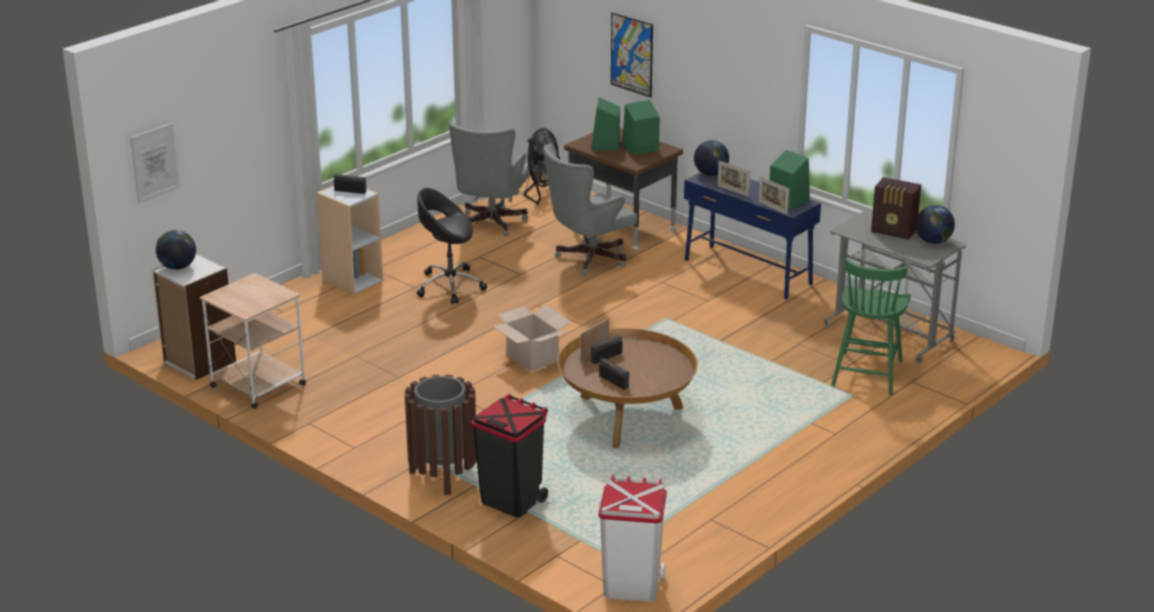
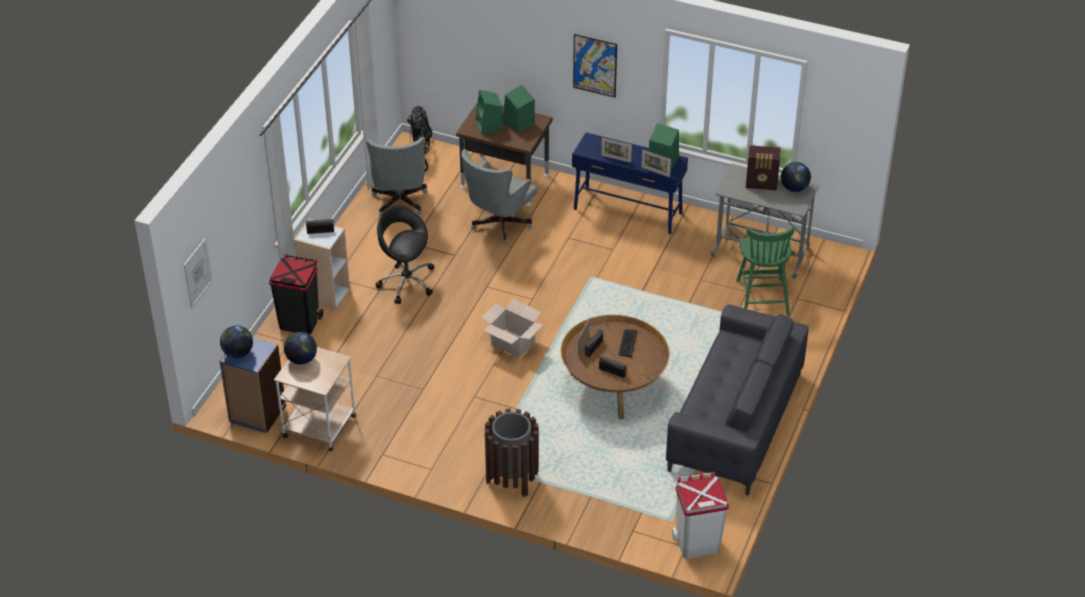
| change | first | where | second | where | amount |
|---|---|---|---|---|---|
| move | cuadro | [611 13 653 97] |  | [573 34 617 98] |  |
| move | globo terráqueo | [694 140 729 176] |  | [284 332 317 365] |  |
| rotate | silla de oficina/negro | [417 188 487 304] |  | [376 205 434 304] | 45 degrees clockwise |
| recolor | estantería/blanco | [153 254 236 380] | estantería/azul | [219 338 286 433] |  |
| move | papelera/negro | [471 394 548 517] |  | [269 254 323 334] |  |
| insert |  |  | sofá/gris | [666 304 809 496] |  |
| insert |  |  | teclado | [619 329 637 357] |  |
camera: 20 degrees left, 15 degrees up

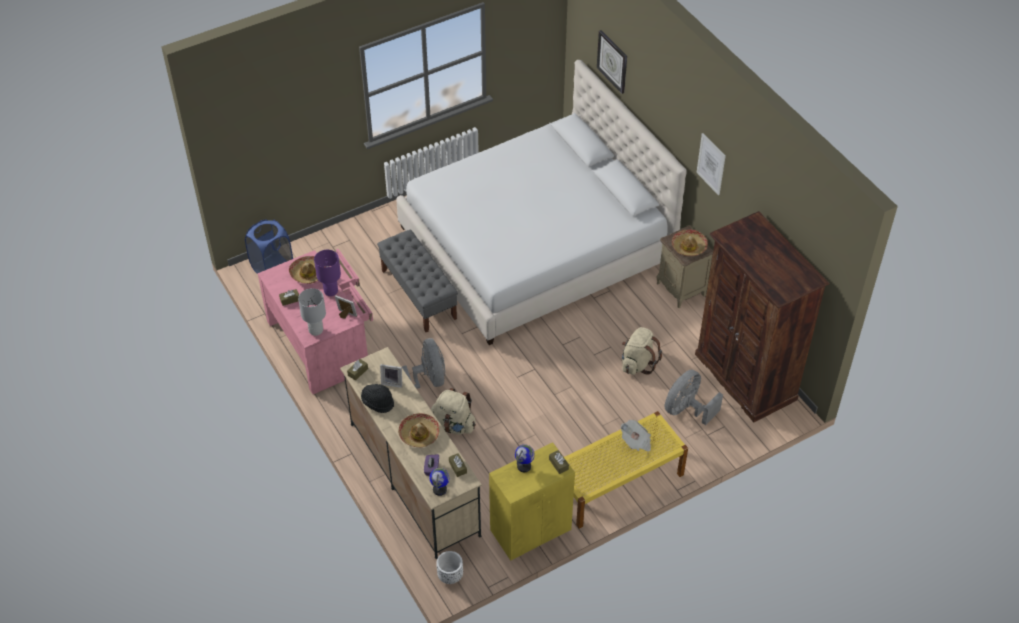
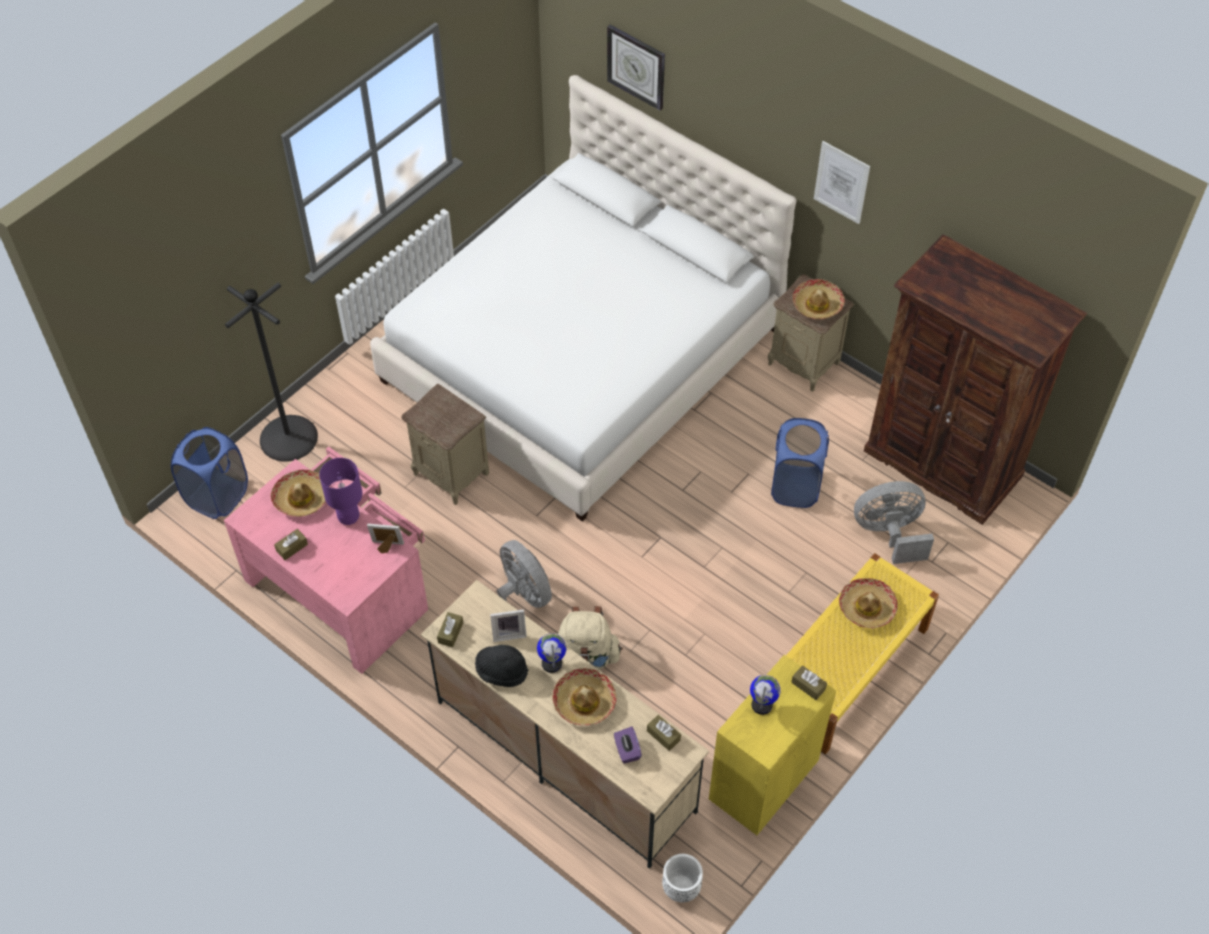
| change | first | where | second | where | amount |
|---|---|---|---|---|---|
| replace | banco/gris | [377 230 458 332] | mesita de noche/beis | [401 384 489 505] |  |
| delete | lámpara de mesa/gris | [298 288 326 336] |  |  |  |
| replace | mochila/beis | [622 327 662 375] | cesto de la ropa/azul | [771 418 829 508] |  |
| rotate | ventilador/gris | [665 370 723 425] |  | [854 481 934 564] | 60 degrees clockwise |
| replace | periódico | [621 420 651 451] | sombrero | [839 578 898 628] |  |
| move | globo terráqueo | [430 468 449 496] |  | [537 633 566 673] |  |
| insert |  |  | perchero/negro | [225 283 318 462] |  |
camera: 20 degrees left, 5 degrees up

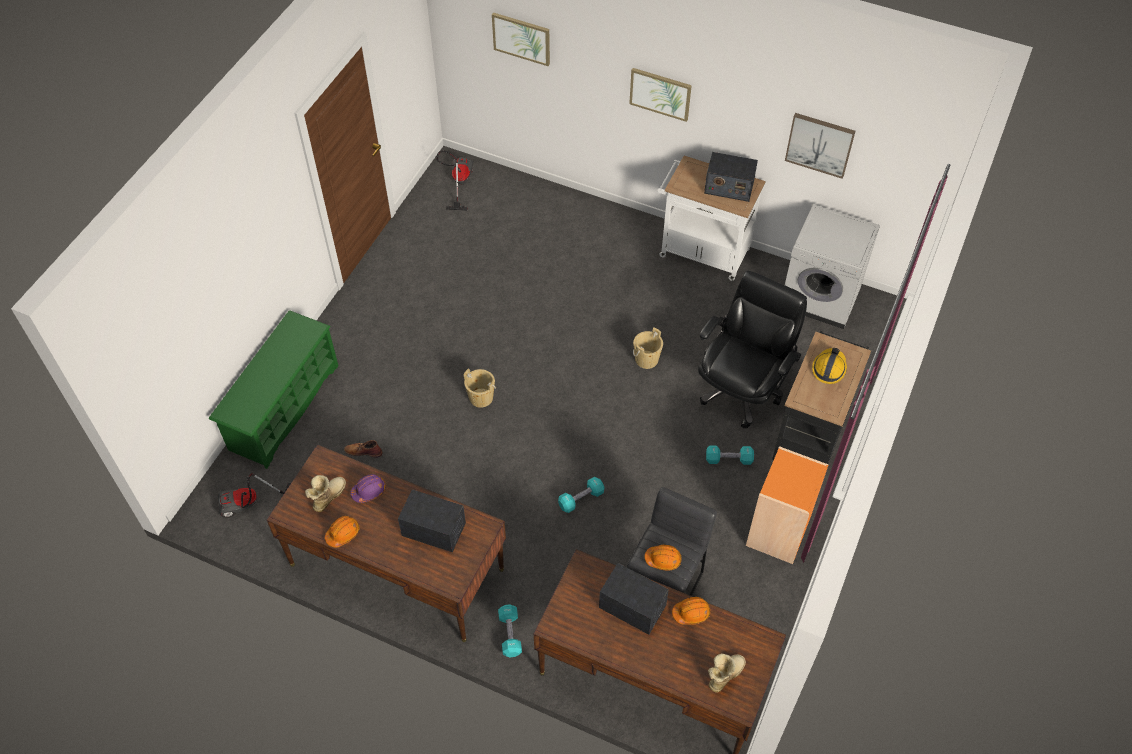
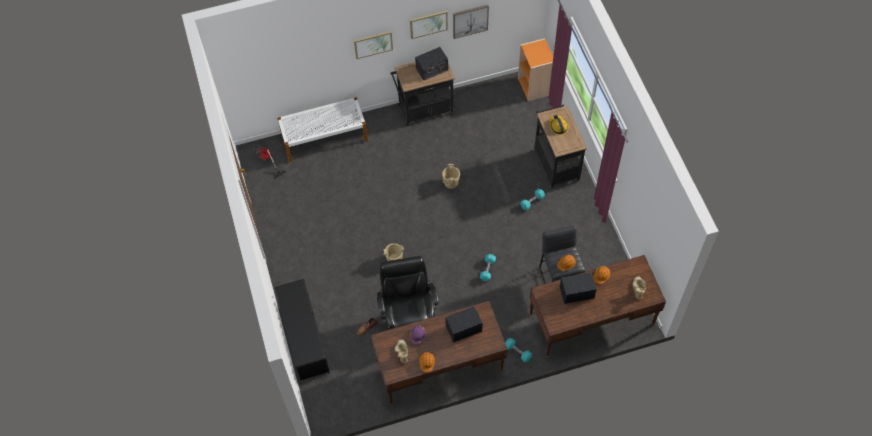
| change | first | where | second | where | amount |
|---|---|---|---|---|---|
| move | cuadro | [492 12 550 66] |  | [410 10 448 39] |  |
| recolor | carrito/blanco | [657 156 766 281] | carrito/negro | [390 62 455 126] |  |
| delete | lavadora/blanco | [785 204 880 329] |  |  |  |
| move | silla de oficina/negro | [698 271 807 429] |  | [377 256 439 330] |  |
| recolor | zapatero/verde | [209 310 339 469] | zapatero/negro | [275 279 330 380] |  |
| move | estantería/naranja | [746 446 829 564] |  | [518 38 553 101] |  |
| delete | aspiradora | [218 473 292 518] |  |  |  |
| insert |  |  | banco/blanco | [277 97 368 163] |  |
camera: 40 degrees left, 5 degrees up

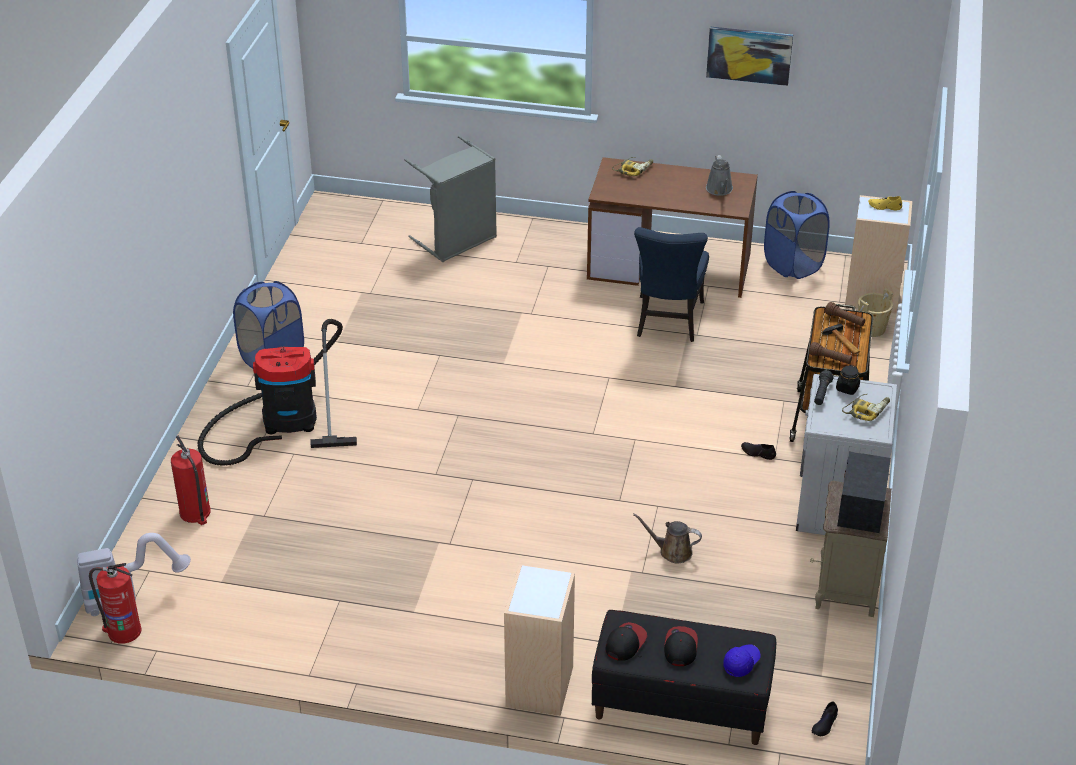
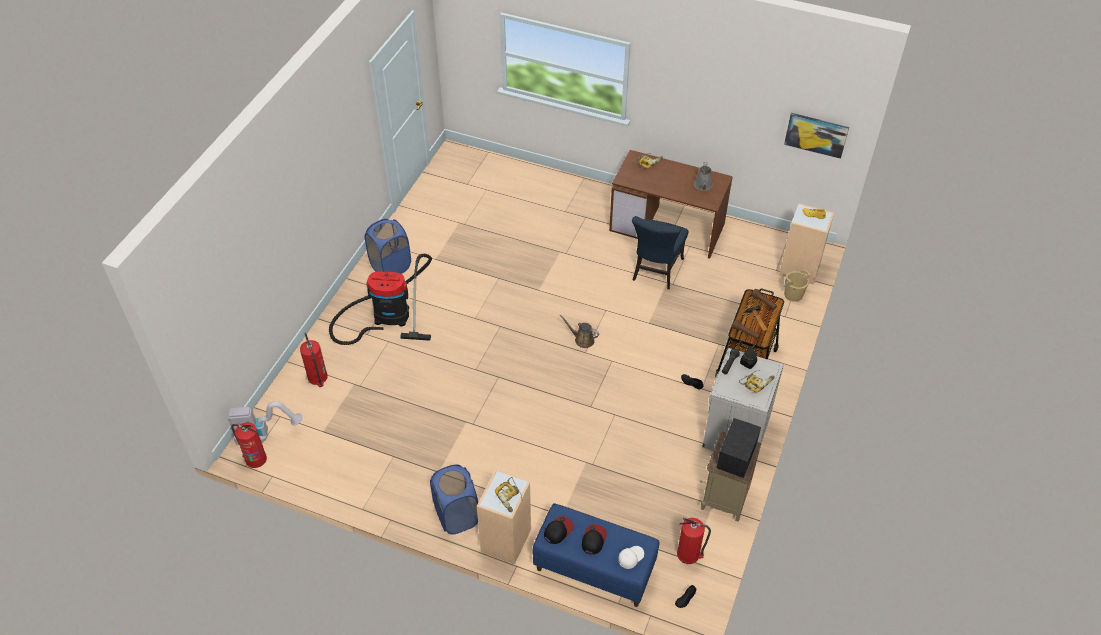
| change | first | where | second | where | amount |
|---|---|---|---|---|---|
| move | cuadro | [706 26 793 86] |  | [784 113 849 159] |  |
| delete | cesto de la ropa/gris | [404 136 497 262] |  |  |  |
| move | cesto de la ropa/azul | [764 191 830 279] |  | [430 464 478 535] |  |
| move | regadera/marrón | [633 513 702 563] |  | [560 315 599 348] |  |
| recolor | banco/negro | [592 610 776 745] | banco/azul | [533 504 659 607] |  |
| recolor | gorra/azul | [723 644 760 677] | gorra/blanco | [618 546 644 569] |  |
| insert |  |  | taladro | [495 477 522 512] |  |
| insert |  |  | extintor | [677 518 711 564] |  |
camera: 10 degrees right, 10 degrees up

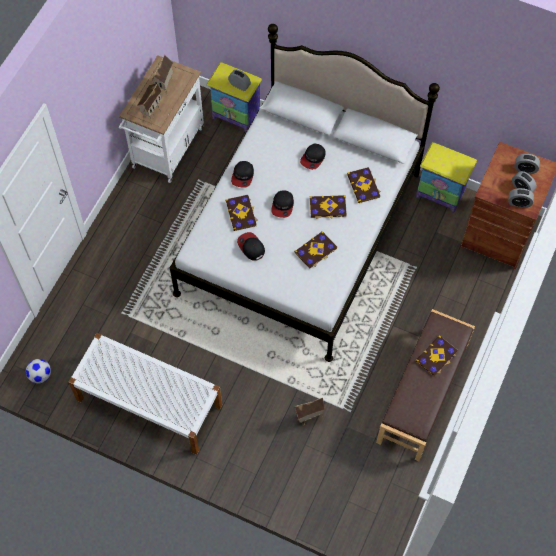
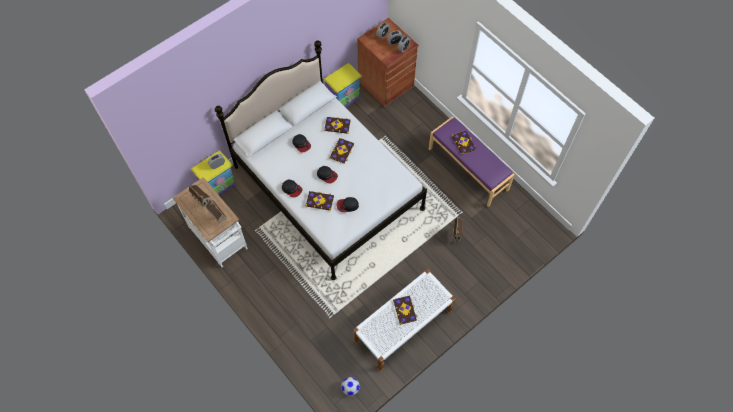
| change | first | where | second | where | amount |
|---|---|---|---|---|---|
| move | libro | [294 231 337 269] |  | [393 295 417 325] |  |
| recolor | banco/marrón | [376 309 475 461] | banco/morado | [429 116 515 207] |  |
camera: 65 degrees left, 0 degrees up

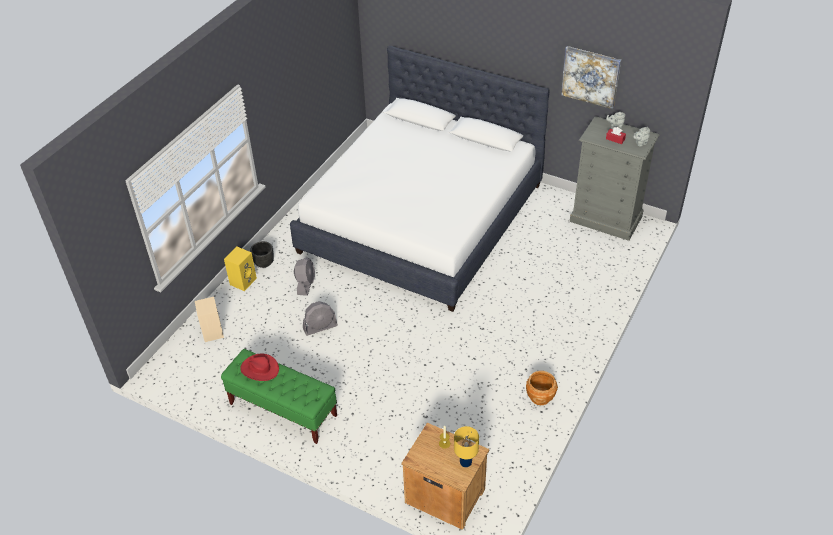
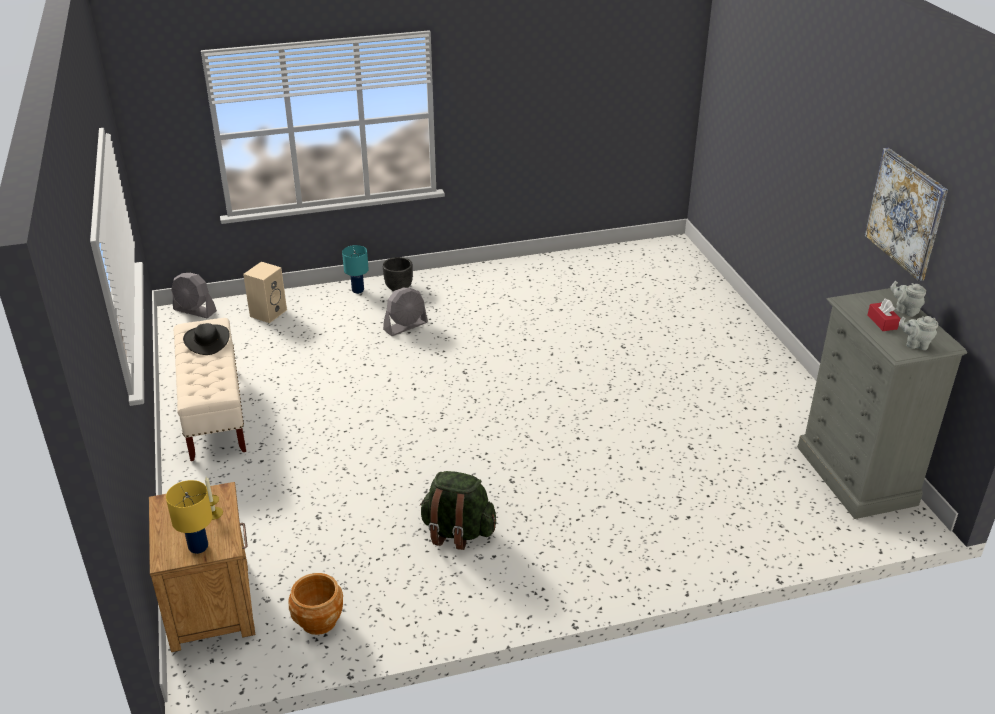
| change | first | where | second | where | amount |
|---|---|---|---|---|---|
| delete | cama/blanco | [290 46 550 312] |  |  |  |
| replace | altavoz/amarillo | [224 247 257 291] | lámpara de mesa/turquesa | [342 245 369 294] |  |
| move | ventilador/gris | [303 301 338 336] |  | [171 273 217 318] |  |
| recolor | banco/verde | [221 349 337 444] | banco/beis | [173 318 246 461] |  |
| recolor | sombrero/rojo | [240 354 279 381] | sombrero/negro | [183 323 230 355] |  |
| move | maceta/marrón | [526 371 558 405] |  | [288 573 343 635] |  |
| insert |  |  | mochila/verde | [420 471 496 550] |  |
camera: 45 degrees right, 10 degrees down

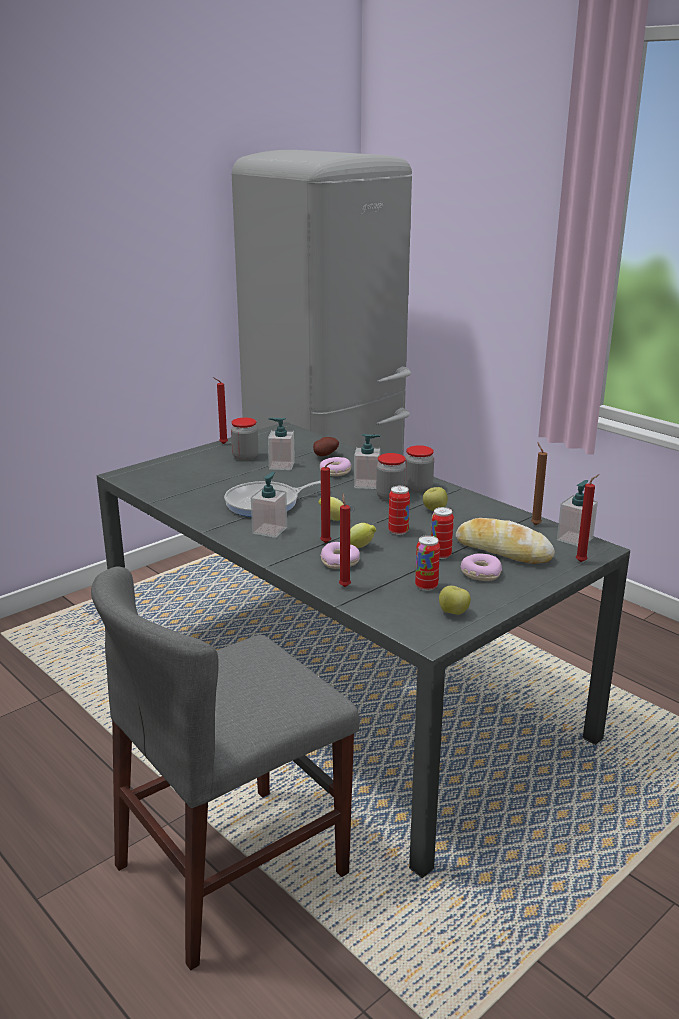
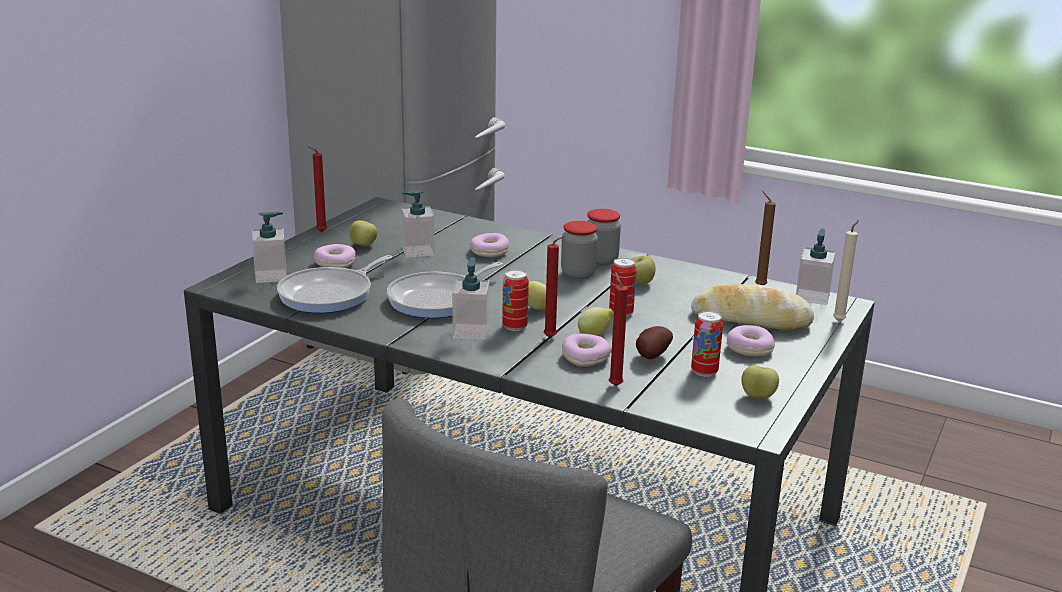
| change | first | where | second | where | amount |
|---|---|---|---|---|---|
| replace | tarro | [231 417 259 461] | manzana | [349 220 377 246] |  |
| move | dispensador de jabón | [354 434 380 489] |  | [252 212 287 283] |  |
| move | patata | [313 437 339 456] |  | [636 326 673 359] |  |
| recolor | vela/rojo | [576 474 599 562] | vela/beis | [833 220 859 321] |  |
| move | lata | [431 507 454 559] |  | [502 269 529 331] |  |
| insert |  |  | rosquilla | [314 244 356 268] |  |
| insert |  |  | sartén | [277 255 393 313] |  |
camera: 20 degrees left, 0 degrees up

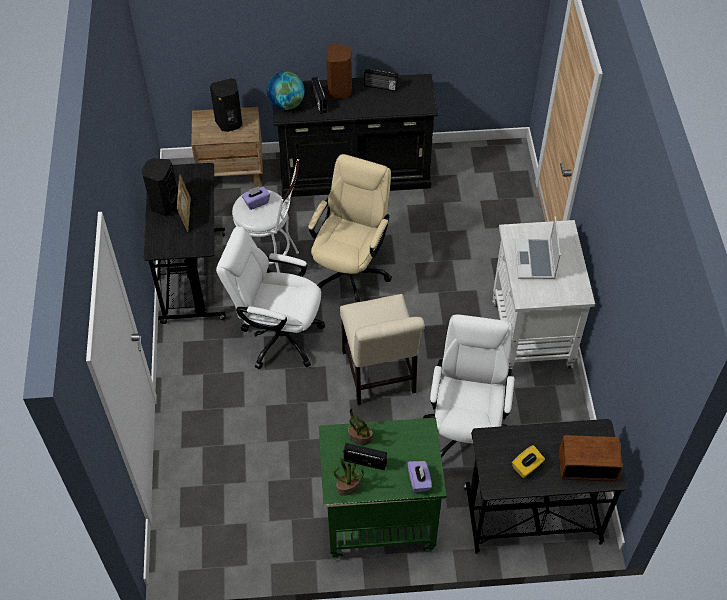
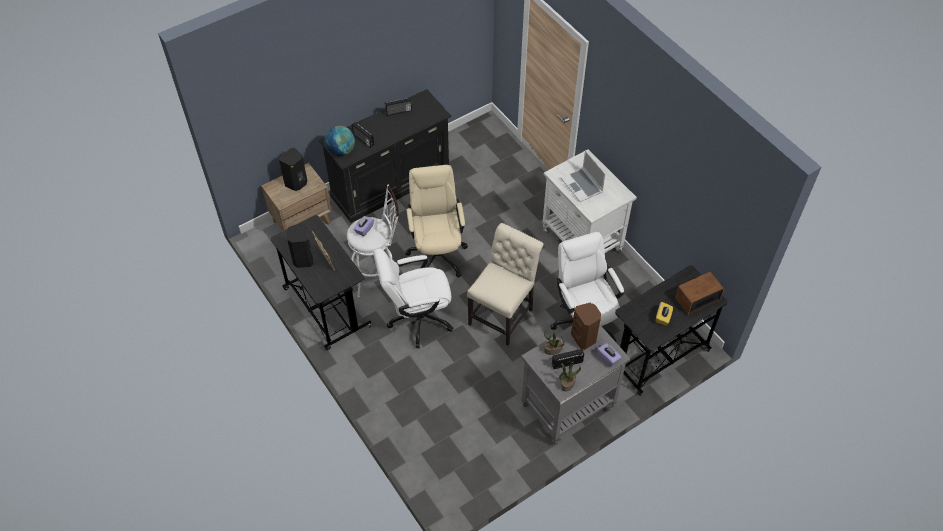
| change | first | where | second | where | amount |
|---|---|---|---|---|---|
| move | altavoz/marrón | [327 43 352 99] |  | [571 303 601 350] |  |
| rotate | silla/beis | [340 294 425 405] |  | [467 223 544 346] | 105 degrees counterclockwise |
| recolor | carrito/verde | [319 418 446 560] | carrito/gris | [521 325 631 446] |  |
camera: 30 degrees left, 0 degrees up

